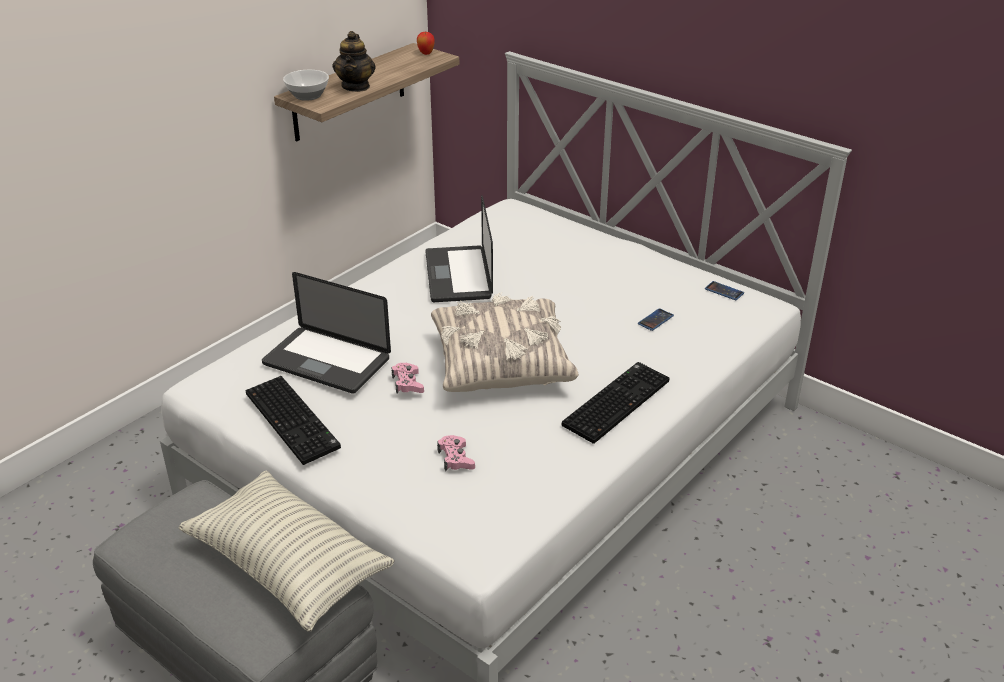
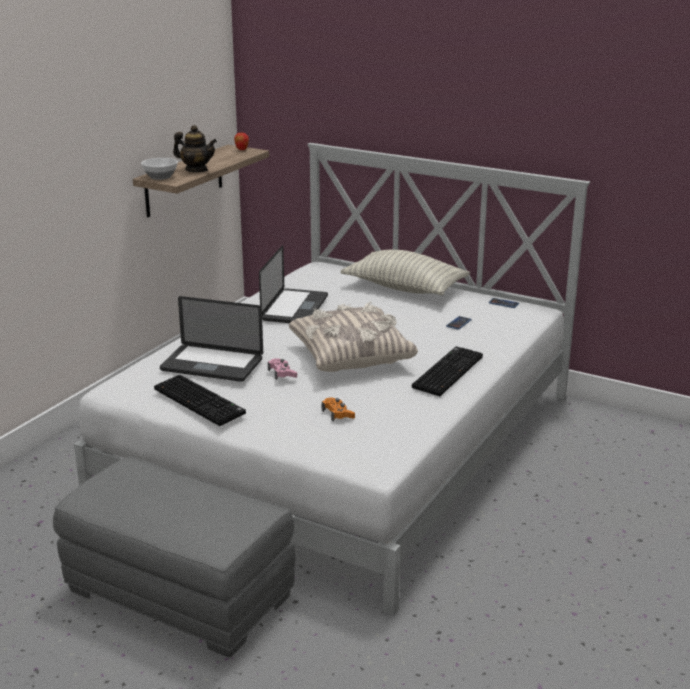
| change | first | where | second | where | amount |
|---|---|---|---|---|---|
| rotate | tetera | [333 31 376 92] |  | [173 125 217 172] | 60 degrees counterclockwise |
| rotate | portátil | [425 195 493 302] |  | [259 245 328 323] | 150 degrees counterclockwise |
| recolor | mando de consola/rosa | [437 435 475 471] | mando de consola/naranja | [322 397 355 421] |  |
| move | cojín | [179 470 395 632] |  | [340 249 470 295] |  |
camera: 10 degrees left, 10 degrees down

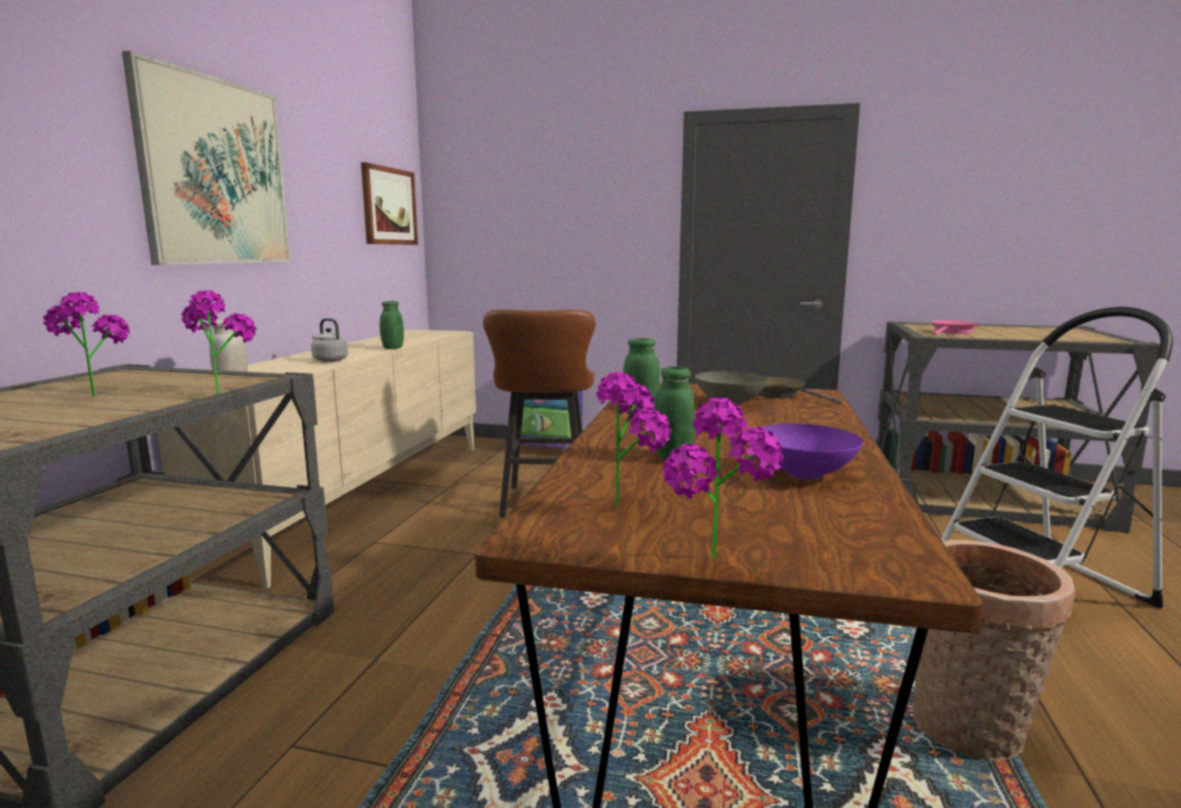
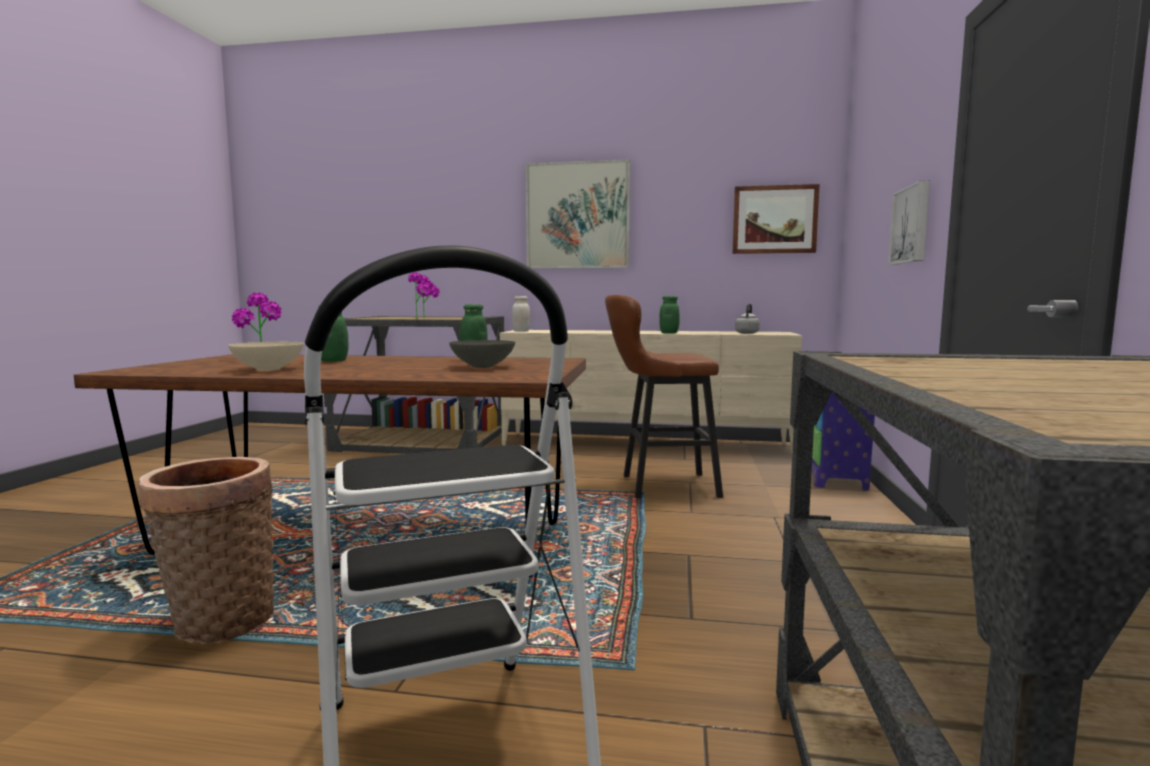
| change | first | where | second | where | amount |
|---|---|---|---|---|---|
| move | hervidor/gris | [311 318 348 362] |  | [735 303 760 334] |  |
| delete | sartén/rosa | [930 320 979 335] |  |  |  |
| delete | sartén/marrón | [757 377 843 404] |  |  |  |
| delete | planta en maceta | [663 398 783 558] |  |  |  |
| recolor | cuenco/morado | [763 423 863 479] | cuenco/beis | [228 342 304 371] |  |
| insert |  |  | cuadro | [888 181 930 265] |  |
camera: 85 degrees right, 5 degrees down

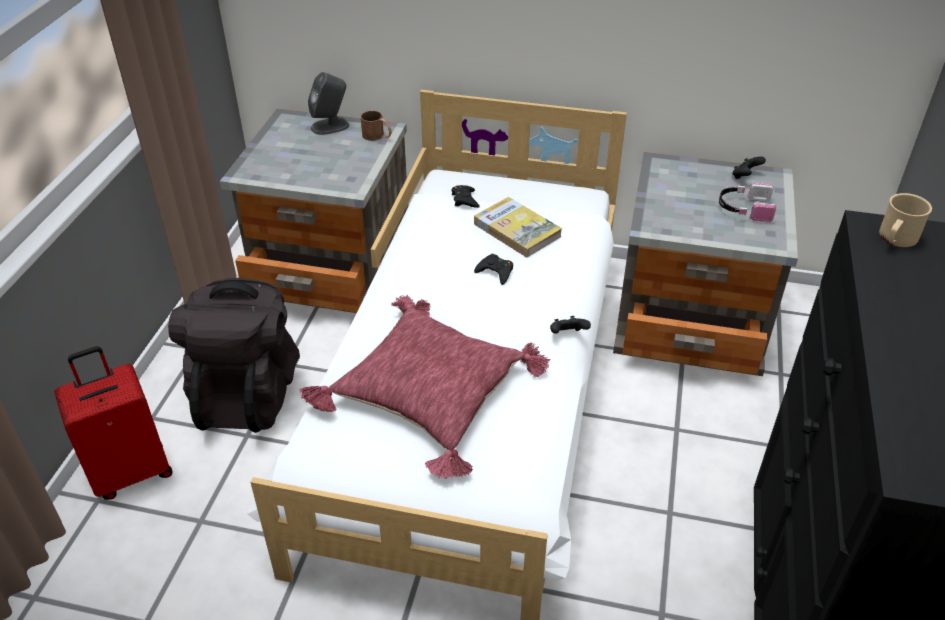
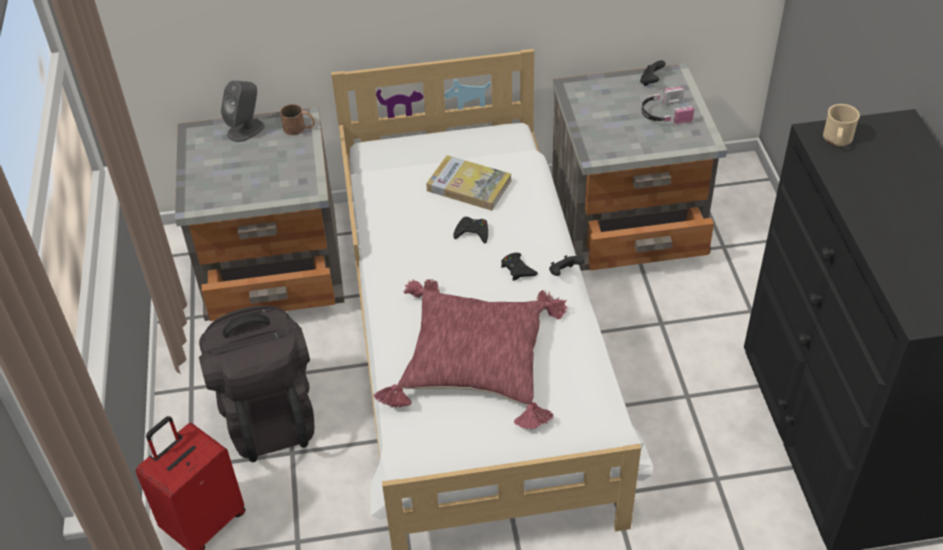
| change | first | where | second | where | amount |
|---|---|---|---|---|---|
| move | mando de consola/negro | [452 185 480 208] |  | [501 253 538 281] |  |
camera: 20 degrees left, 5 degrees up

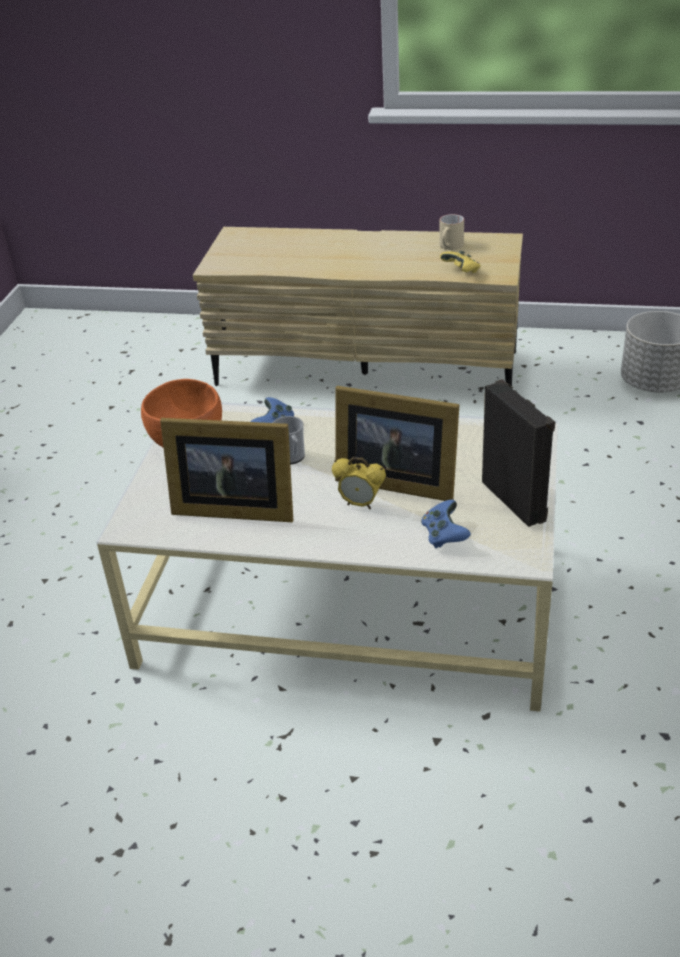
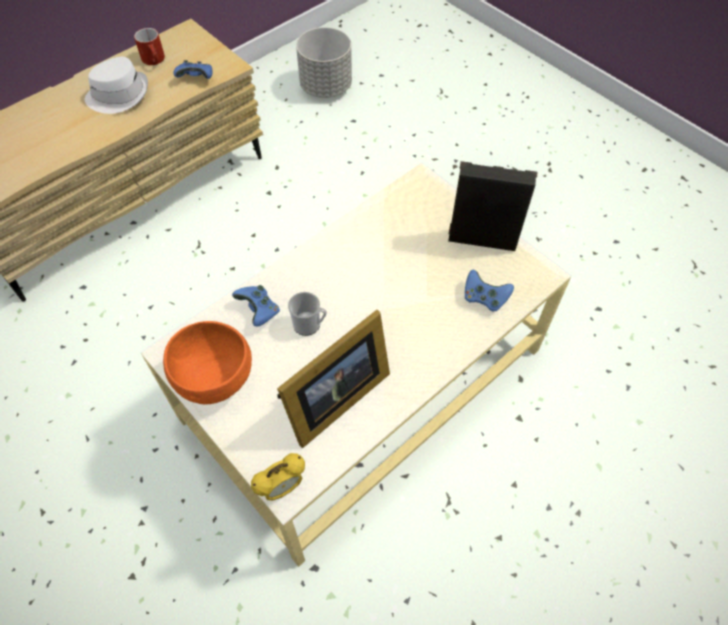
| change | first | where | second | where | amount |
|---|---|---|---|---|---|
| recolor | taza grande/beis | [439 214 464 250] | taza grande/rojo | [134 28 165 65] |  |
| recolor | mando de consola/amarillo | [440 251 481 273] | mando de consola/azul | [174 60 213 79] |  |
| delete | portarretratos | [335 386 460 501] |  |  |  |
| move | despertador | [332 457 386 509] |  | [251 453 305 501] |  |
| insert |  |  | sombrero/blanco | [85 57 148 114] |  |
camera: 55 degrees left, 20 degrees up

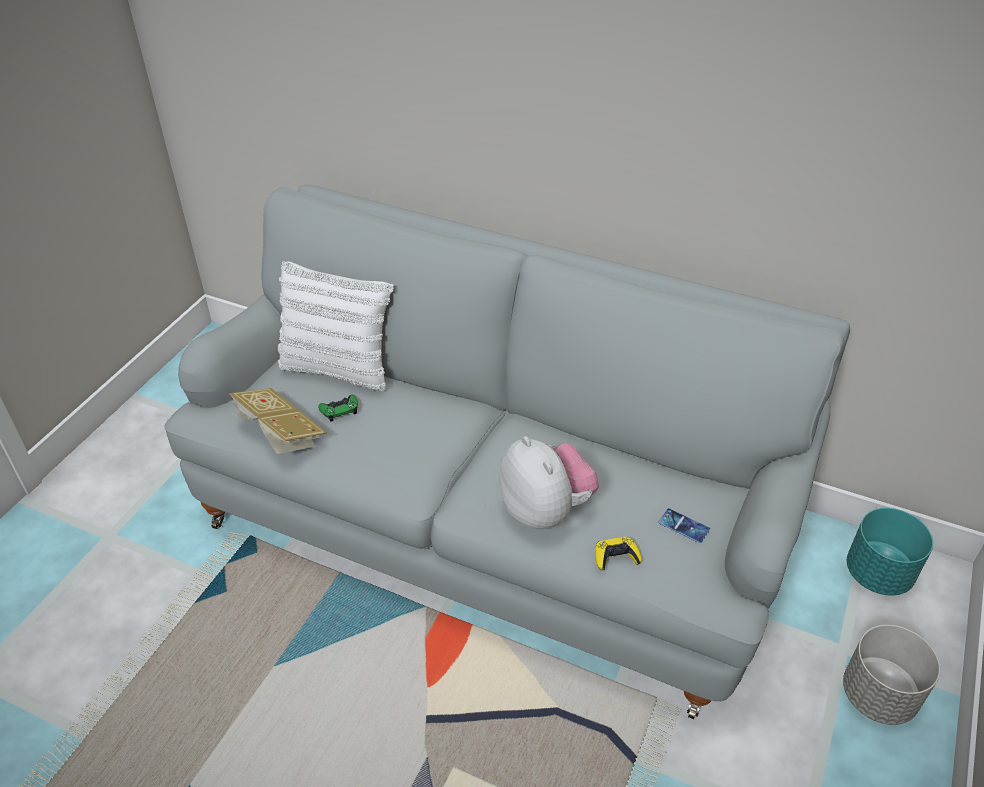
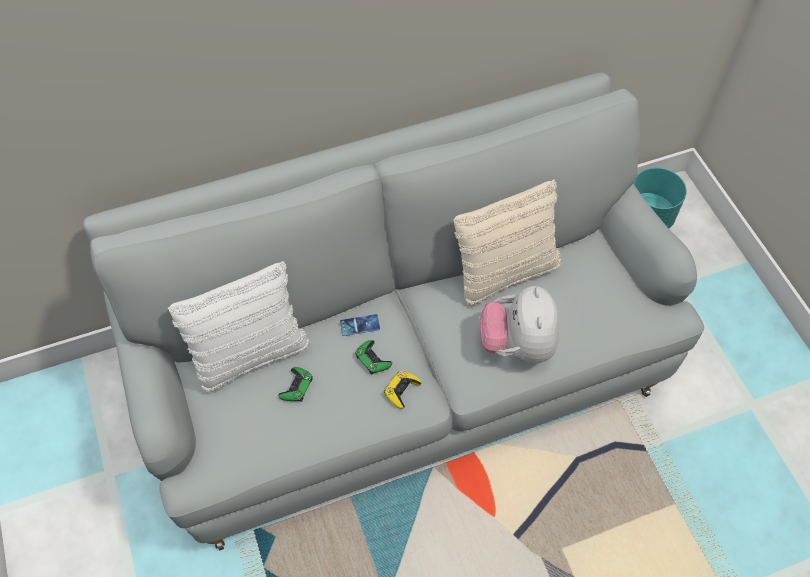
| change | first | where | second | where | amount |
|---|---|---|---|---|---|
| delete | libro | [229 388 327 454] |  |  |  |
| rotate | peluche | [499 436 599 529] |  | [480 286 559 364] | 105 degrees counterclockwise |
| move | móvil | [658 508 710 543] |  | [340 314 380 336] |  |
| move | mando de consola/amarillo | [595 537 642 570] |  | [384 371 421 409] |  |
| delete | maceta/gris | [843 625 940 725] |  |  |  |
| insert |  |  | cojín/beis | [453 179 561 305] |  |
| insert |  |  | mando de consola/verde | [355 340 392 375] |  |
camera: 45 degrees left, 15 degrees up

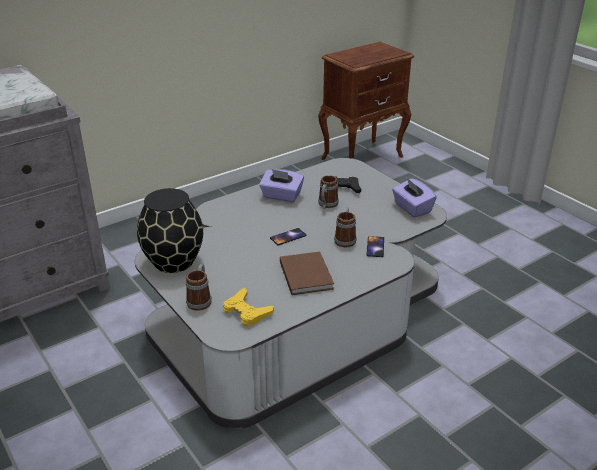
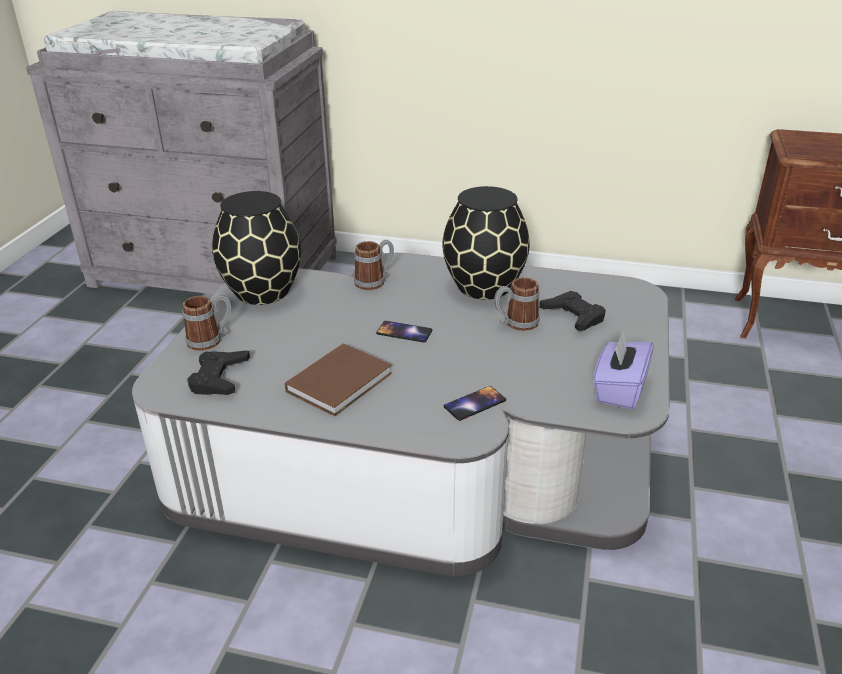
| change | first | where | second | where | amount |
|---|---|---|---|---|---|
| replace | caja de pañuelos/morado | [259 169 304 202] | florero/negro | [442 186 530 300] |  |
| move | taza grande | [334 207 357 247] |  | [354 240 394 290] |  |
| recolor | mando de consola/amarillo | [223 288 274 327] | mando de consola/negro | [187 351 250 395] |  |
camera: 50 degrees right, 0 degrees up

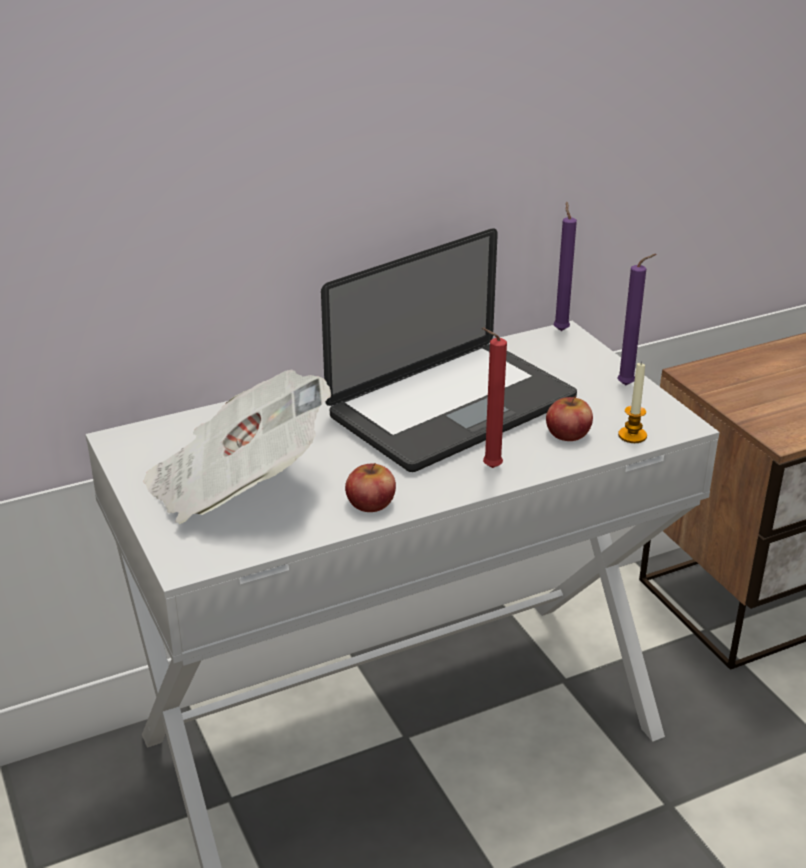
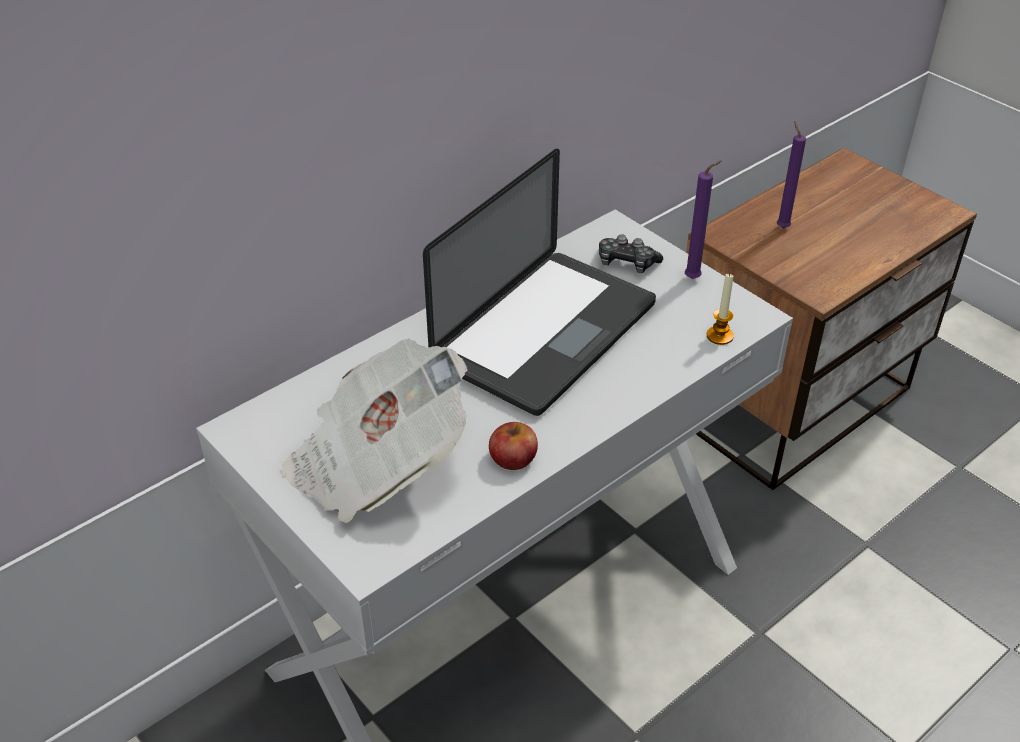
| change | first | where | second | where | amount |
|---|---|---|---|---|---|
| move | vela/morado | [554 201 577 331] |  | [777 121 806 228] |  |
| delete | vela/rojo | [482 328 507 468] |  |  |  |
| delete | manzana | [546 396 593 441] |  |  |  |
| insert |  |  | mando de consola | [599 234 663 273] |  |
camera: 15 degrees left, 10 degrees up

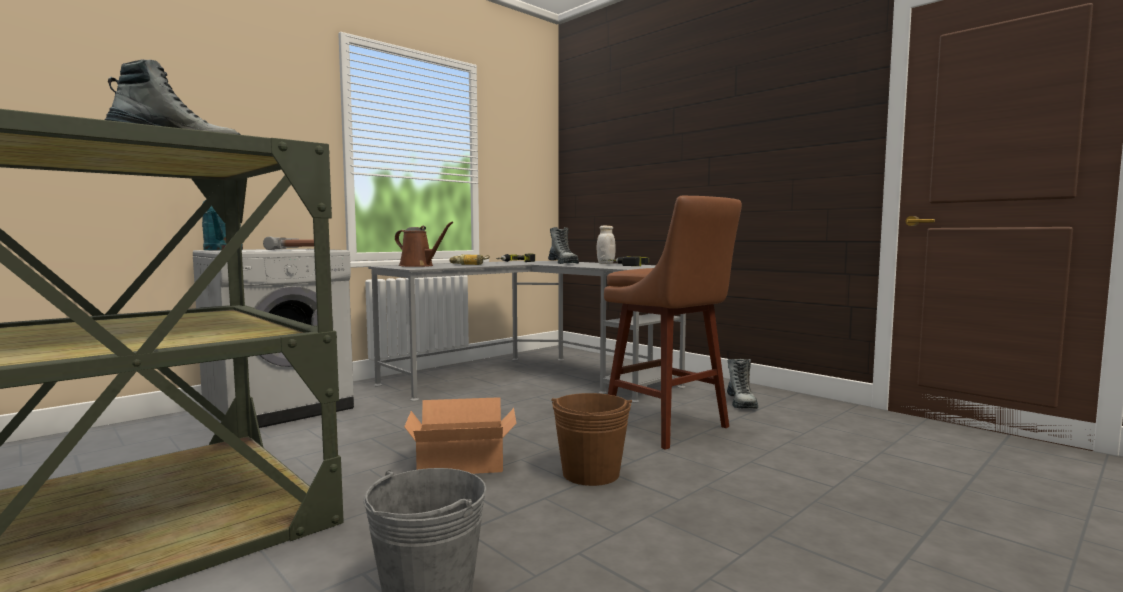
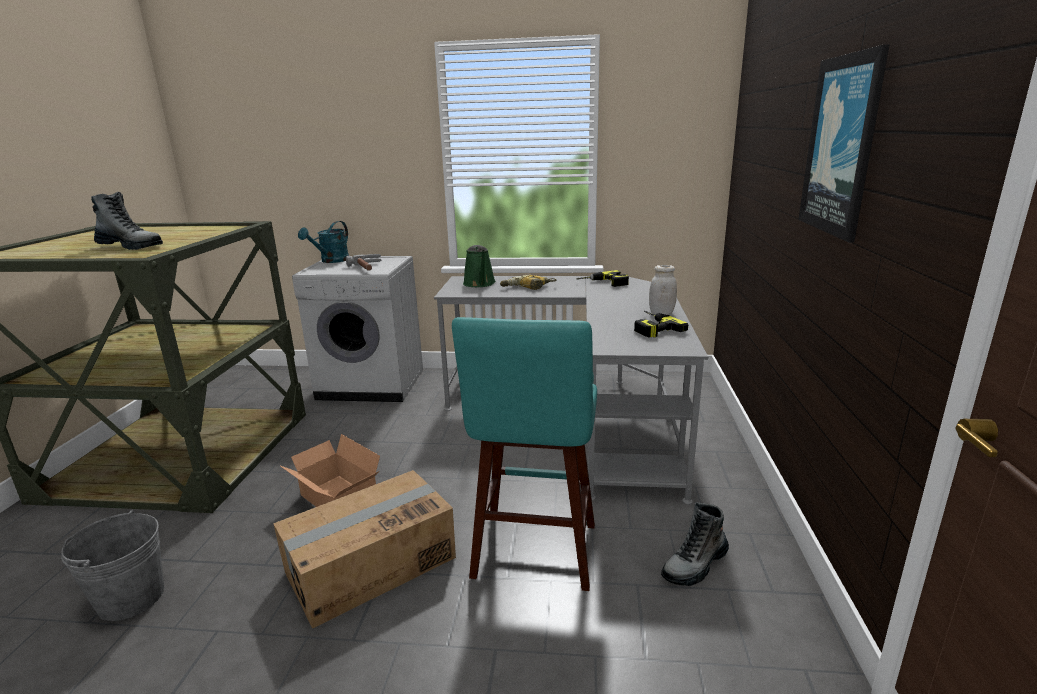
| change | first | where | second | where | amount |
|---|---|---|---|---|---|
| recolor | taburete/marrón | [604 196 742 450] | taburete/turquesa | [452 317 597 591] |  |
| recolor | regadera/marrón | [395 222 453 267] | regadera/verde | [463 245 496 287] |  |
| delete | bota | [548 227 579 264] |  |  |  |
| replace | cubo/marrón | [552 393 632 486] | caja de cartón | [273 470 456 629] |  |
| insert |  |  | cuadro | [798 44 890 242] |  |
camera: 50 degrees right, 15 degrees up

